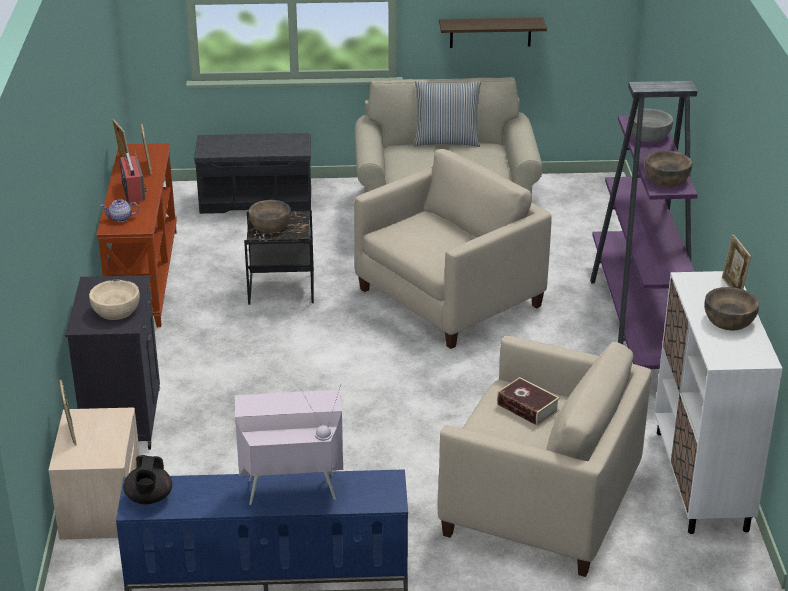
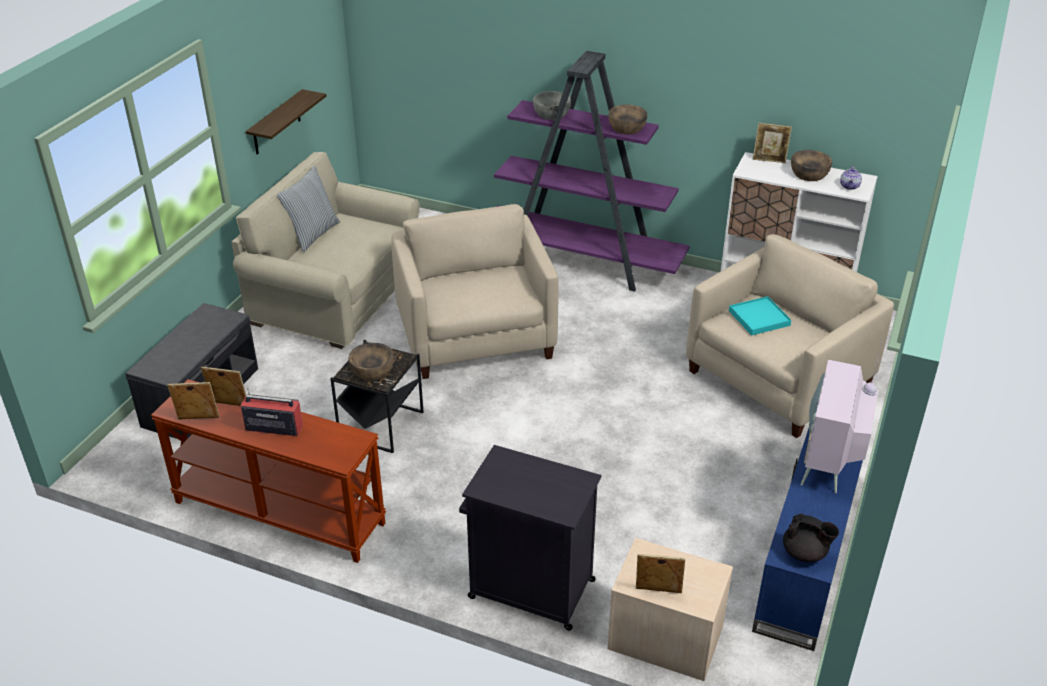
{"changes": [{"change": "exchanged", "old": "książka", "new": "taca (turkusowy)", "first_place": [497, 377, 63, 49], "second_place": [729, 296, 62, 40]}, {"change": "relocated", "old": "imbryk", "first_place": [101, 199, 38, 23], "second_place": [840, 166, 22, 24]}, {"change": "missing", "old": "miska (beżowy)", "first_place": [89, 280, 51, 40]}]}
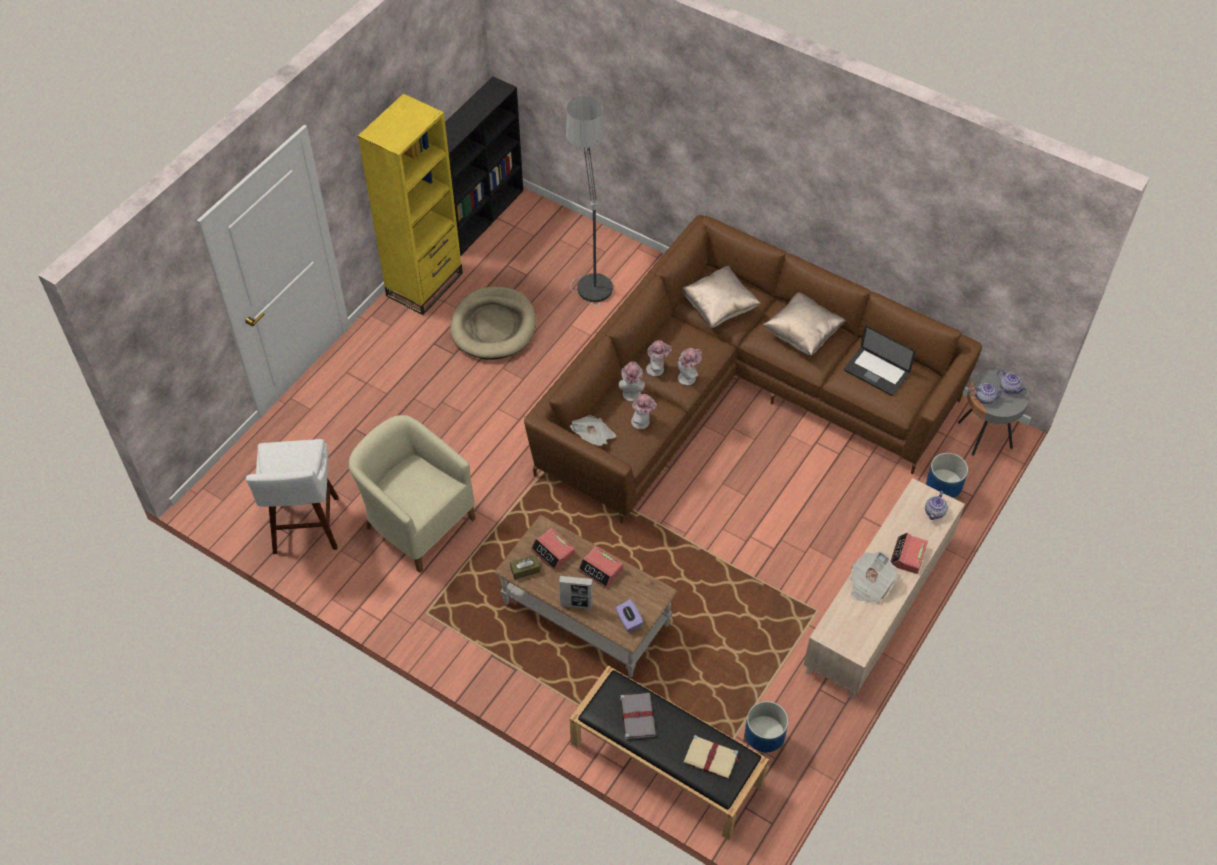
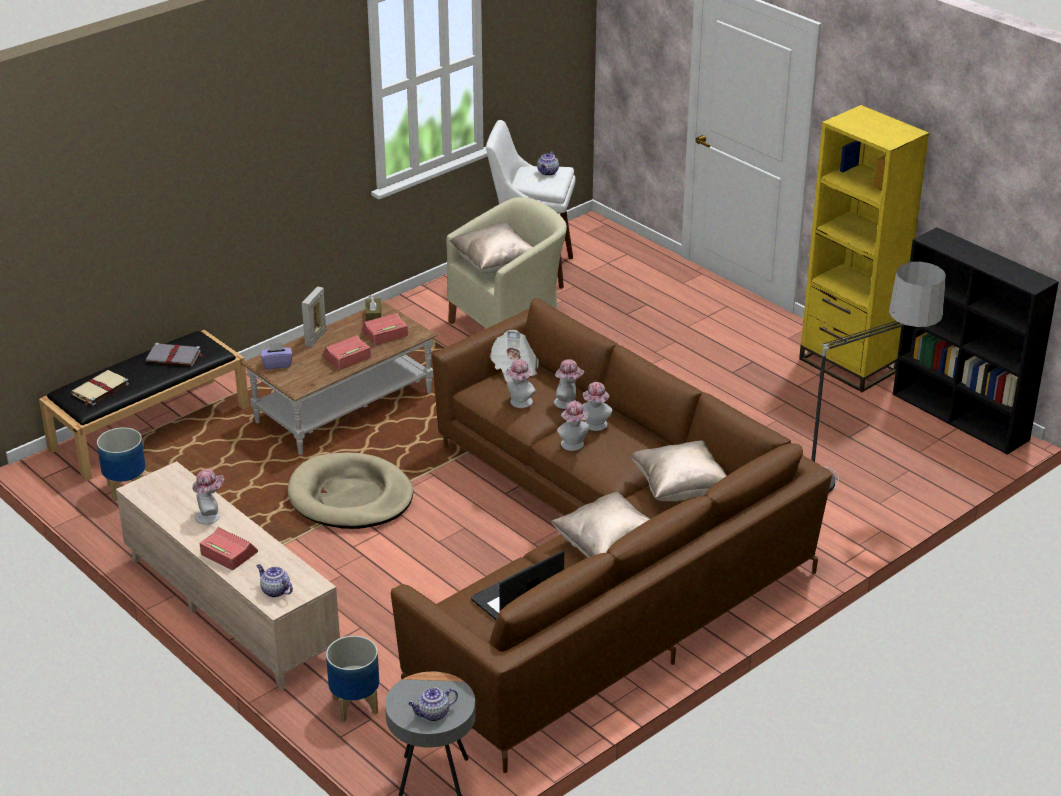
{"changes": [{"change": "exchanged", "old": "gazeta", "new": "kapelusz", "first_place": [850, 552, 48, 51], "second_place": [192, 469, 32, 55]}, {"change": "relocated", "old": "legowisko (beżowy)", "first_place": [450, 286, 86, 73], "second_place": [288, 452, 125, 77]}, {"change": "appeared", "new": "poduszka (beżowy)", "second_place": [450, 223, 83, 50]}, {"change": "relocated", "old": "imbryk", "first_place": [969, 383, 37, 21], "second_place": [537, 151, 22, 25]}]}
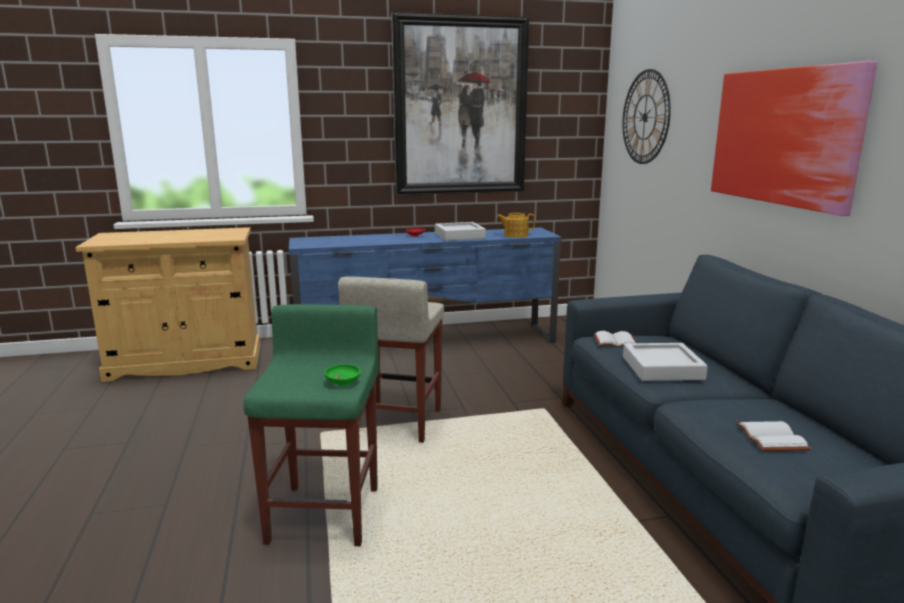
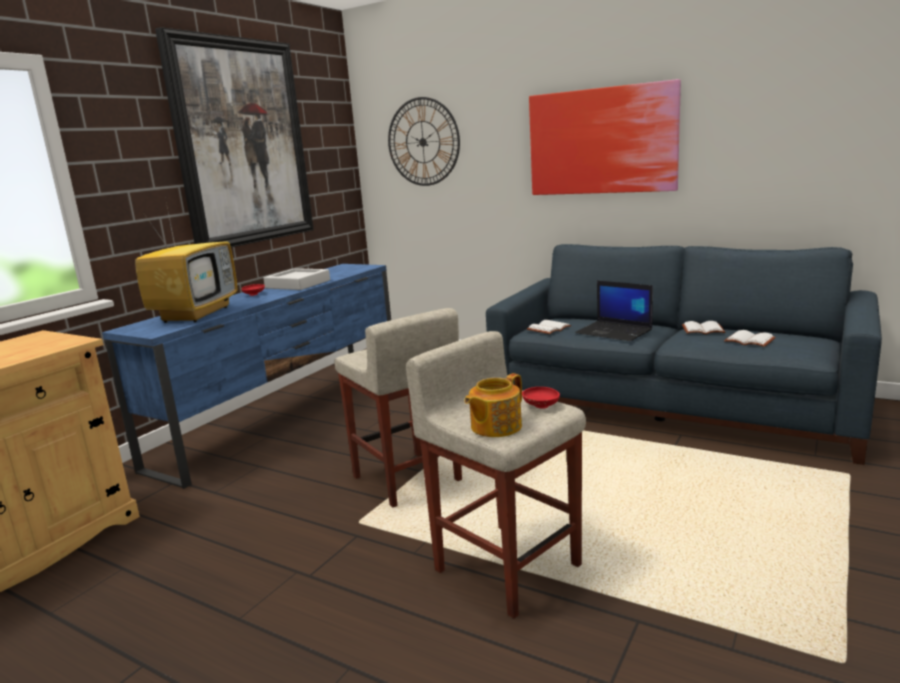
{"changes": [{"change": "appeared", "new": "telewizor", "second_place": [135, 203, 102, 120]}, {"change": "colour", "old": "stołek (zielony)", "new": "stołek (beżowy)", "first_place": [243, 304, 136, 242], "second_place": [406, 331, 180, 287]}, {"change": "relocated", "old": "imbryk", "first_place": [497, 213, 38, 25], "second_place": [464, 373, 58, 64]}, {"change": "colour", "old": "miska (zielony)", "new": "miska (czerwony)", "first_place": [325, 364, 36, 22], "second_place": [522, 387, 38, 22]}, {"change": "exchanged", "old": "taca (szary)", "new": "laptop", "first_place": [623, 343, 85, 38], "second_place": [575, 281, 78, 60]}, {"change": "appeared", "new": "książka (biały)", "second_place": [682, 321, 43, 13]}]}
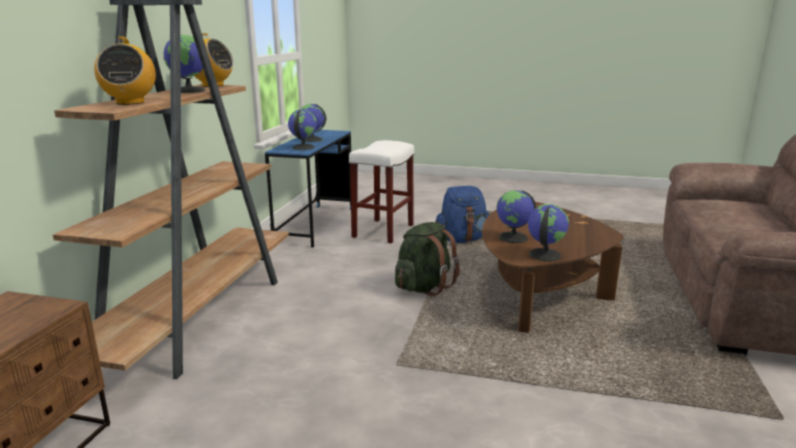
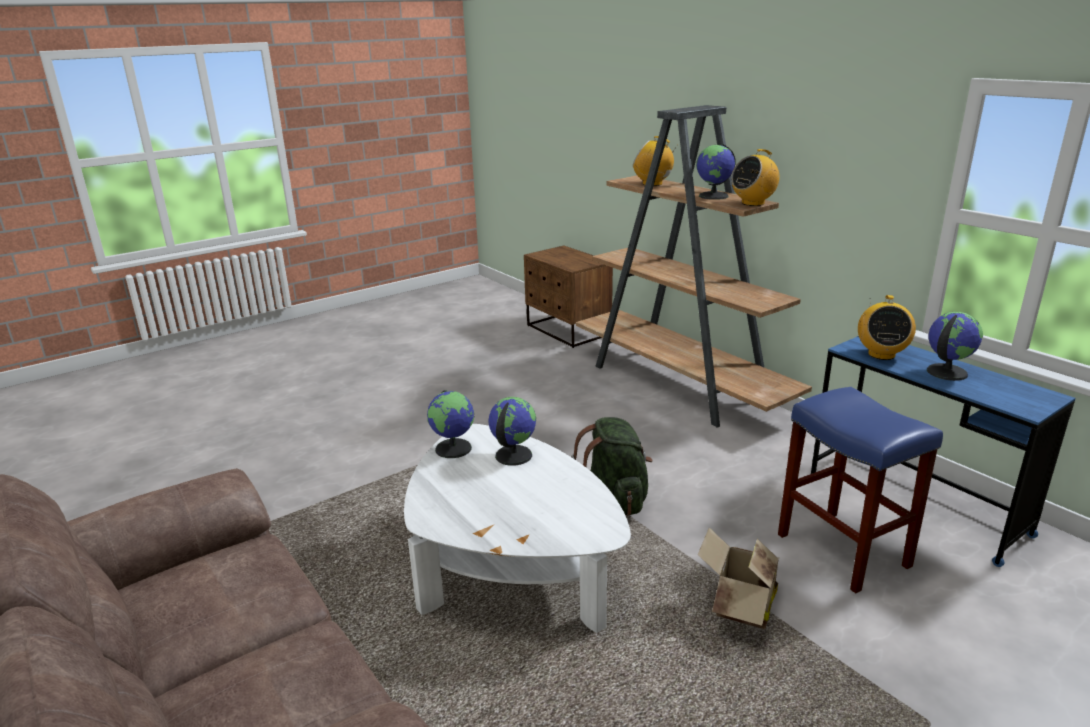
{"changes": [{"change": "colour", "old": "ława (brązowy)", "new": "ława (biały)", "first_place": [482, 202, 141, 131], "second_place": [404, 424, 227, 209]}, {"change": "exchanged", "old": "plecak (niebieski)", "new": "karton", "first_place": [435, 186, 55, 57], "second_place": [698, 528, 80, 101]}, {"change": "colour", "old": "stołek (biały)", "new": "stołek (niebieski)", "first_place": [349, 140, 66, 104], "second_place": [778, 387, 165, 206]}, {"change": "exchanged", "old": "globus", "new": "radio", "first_place": [288, 109, 29, 41], "second_place": [858, 295, 58, 65]}]}
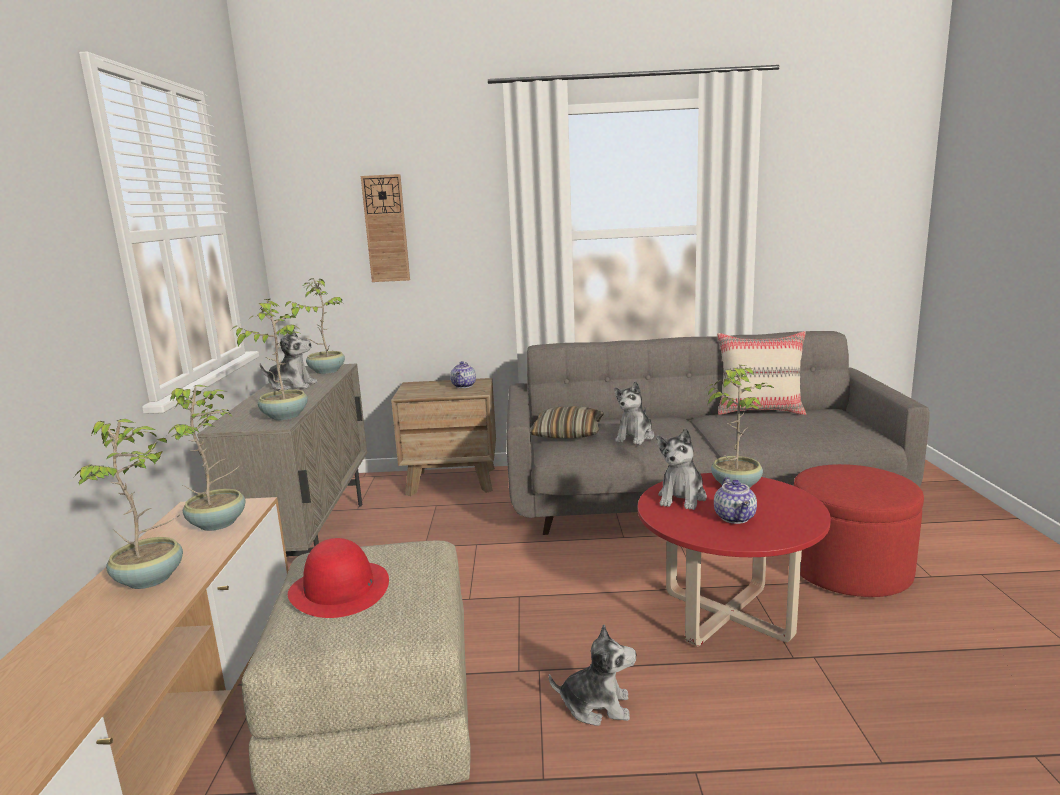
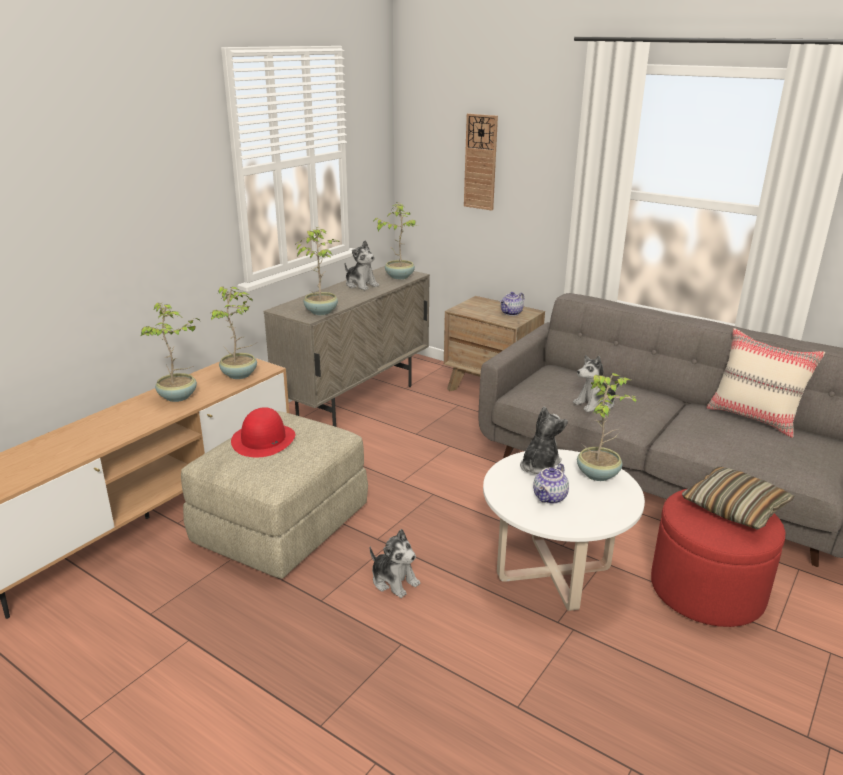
{"changes": [{"change": "colour", "old": "ława (czerwony)", "new": "ława (biały)", "first_place": [638, 473, 193, 173], "second_place": [483, 449, 162, 162]}, {"change": "spun", "old": "pluszak", "first_place": [656, 428, 51, 82], "second_place": [520, 406, 48, 68], "degrees": 150}, {"change": "relocated", "old": "poduszka", "first_place": [530, 406, 74, 32], "second_place": [682, 467, 113, 63]}]}
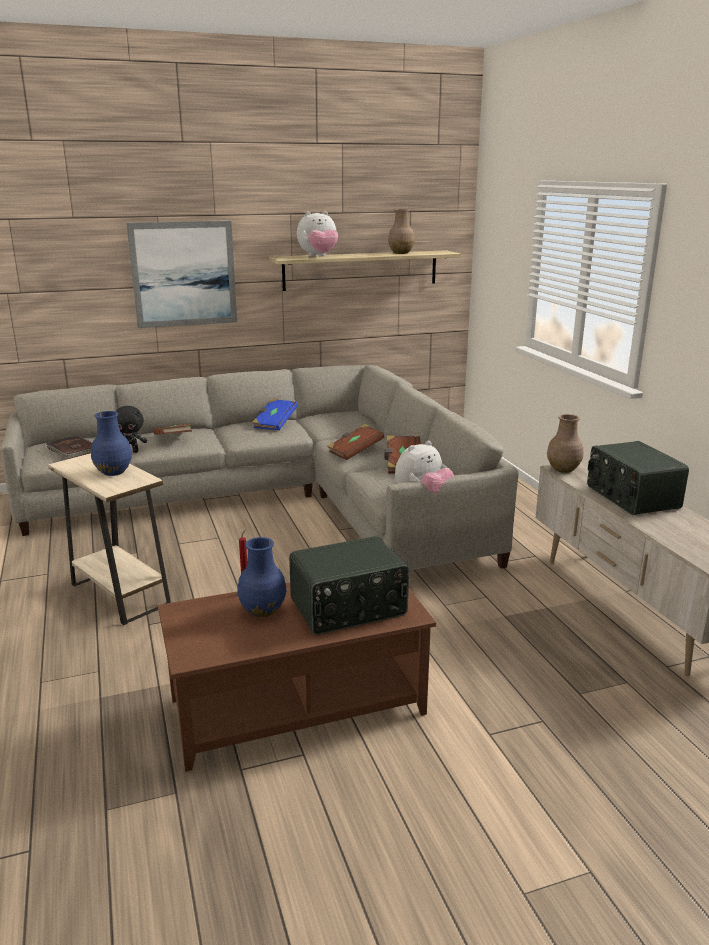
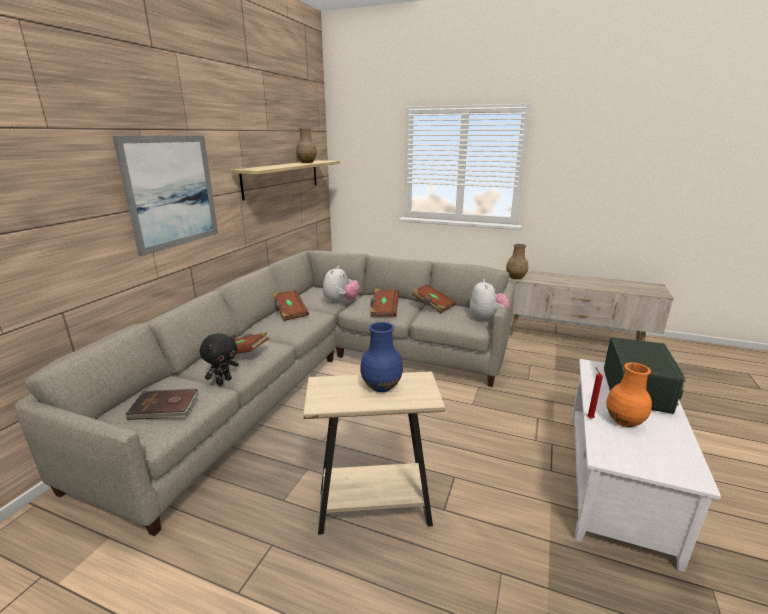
{"changes": [{"change": "colour", "old": "książka (niebieski)", "new": "książka (brązowy)", "first_place": [252, 399, 46, 32], "second_place": [273, 290, 36, 31]}, {"change": "relocated", "old": "pluszak", "first_place": [297, 211, 41, 46], "second_place": [323, 266, 37, 38]}, {"change": "colour", "old": "ława (brązowy)", "new": "ława (biały)", "first_place": [158, 583, 278, 189], "second_place": [571, 359, 150, 213]}, {"change": "colour", "old": "wazon (niebieski)", "new": "wazon (pomarańczowy)", "first_place": [238, 537, 48, 80], "second_place": [606, 362, 46, 65]}, {"change": "missing", "old": "radio", "first_place": [587, 441, 102, 74]}]}
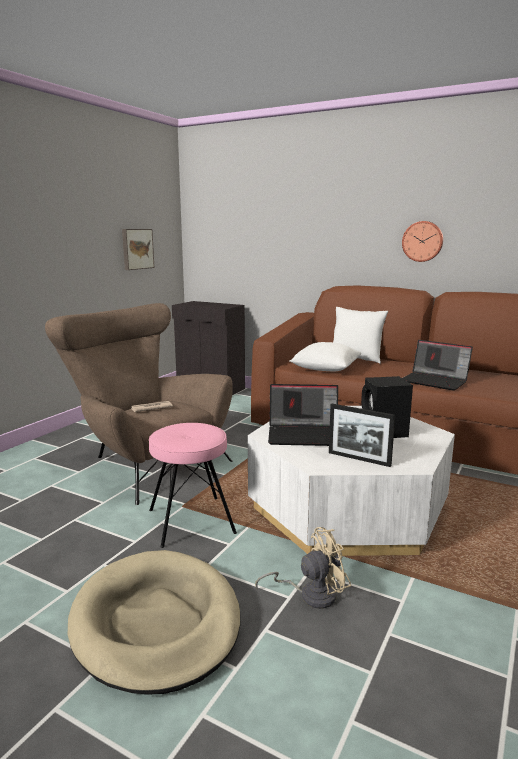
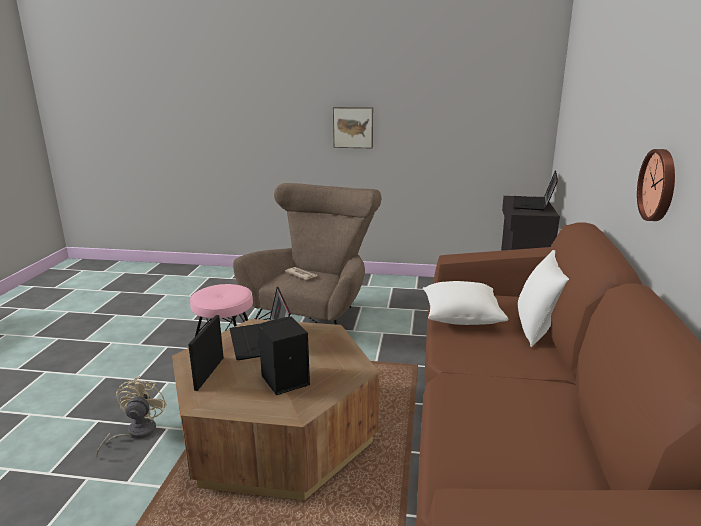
{"changes": [{"change": "spun", "old": "wentylator (beżowy)", "first_place": [255, 527, 96, 82], "second_place": [96, 376, 71, 82], "degrees": -135}, {"change": "colour", "old": "ława (biały)", "new": "ława (brązowy)", "first_place": [248, 406, 207, 150], "second_place": [172, 319, 207, 181]}, {"change": "relocated", "old": "obraz", "first_place": [122, 229, 32, 41], "second_place": [333, 107, 40, 41]}, {"change": "relocated", "old": "laptop", "first_place": [402, 340, 71, 51], "second_place": [513, 171, 45, 39]}, {"change": "missing", "old": "legowisko (beżowy)", "first_place": [68, 550, 172, 145]}]}
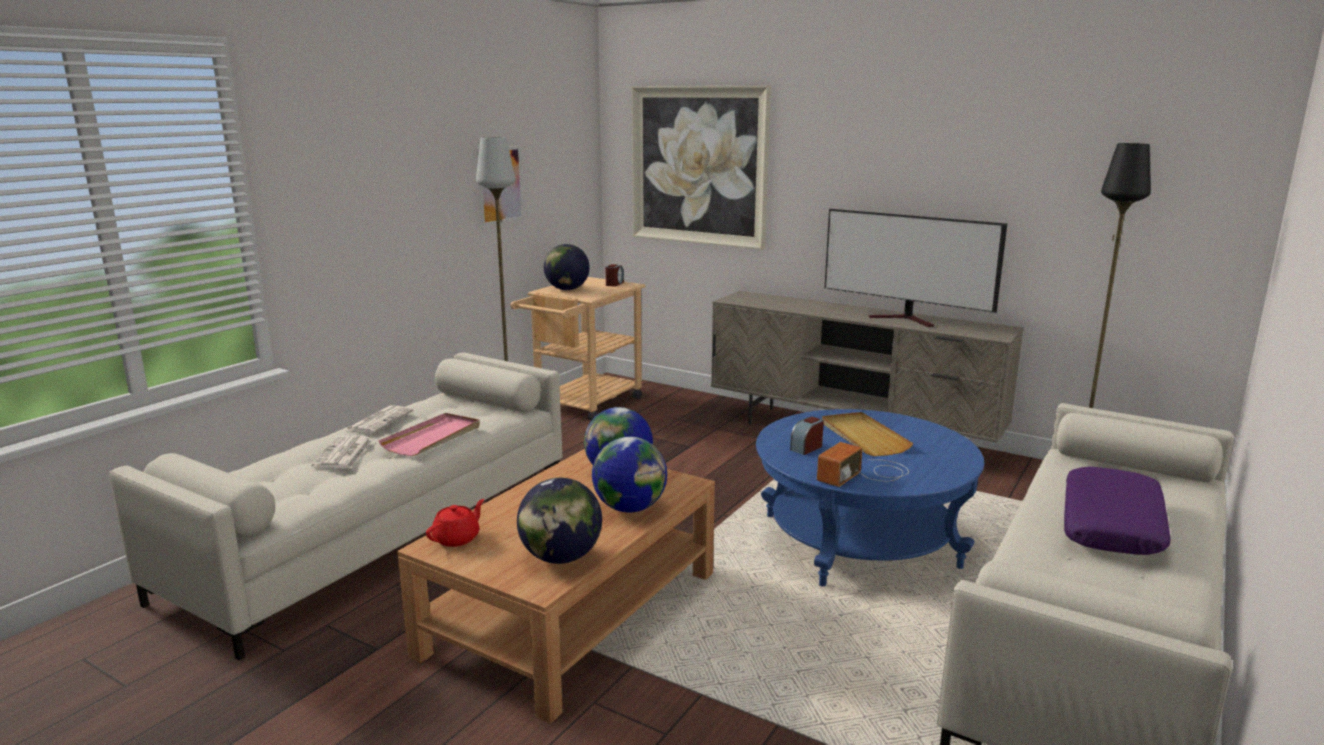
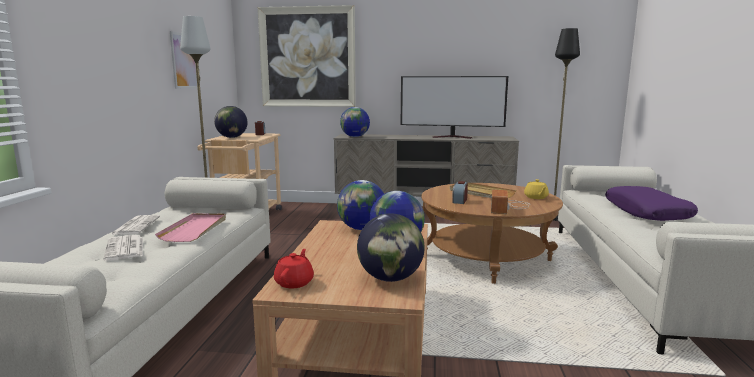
{"changes": [{"change": "appeared", "new": "globus", "second_place": [340, 107, 30, 30]}, {"change": "colour", "old": "ława (niebieski)", "new": "ława (brązowy)", "first_place": [756, 409, 228, 177], "second_place": [421, 183, 142, 101]}, {"change": "appeared", "new": "imbryk (żółty)", "second_place": [524, 179, 25, 20]}]}
